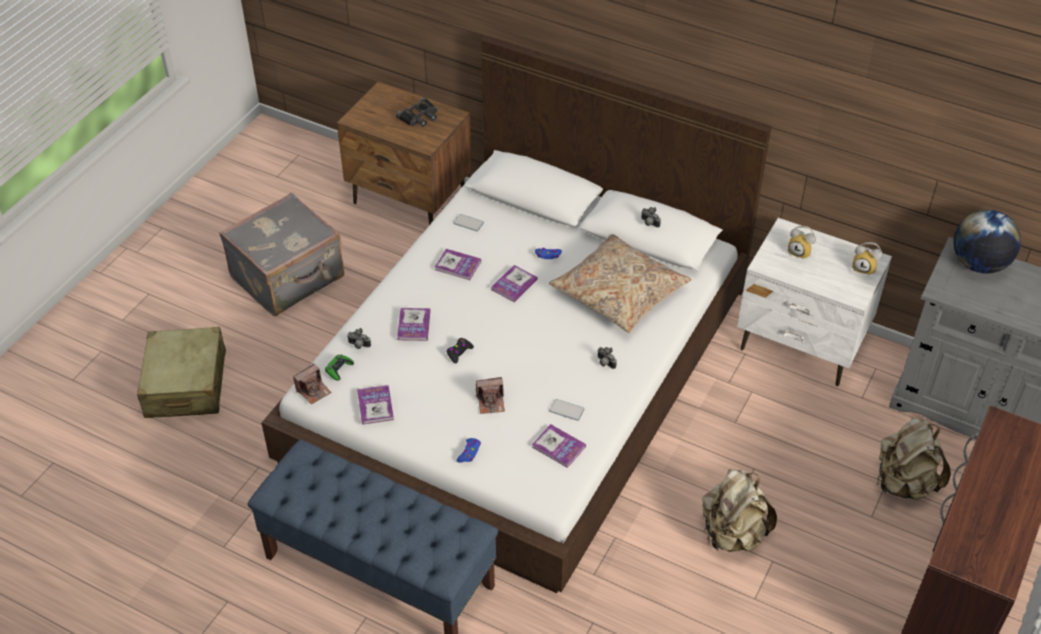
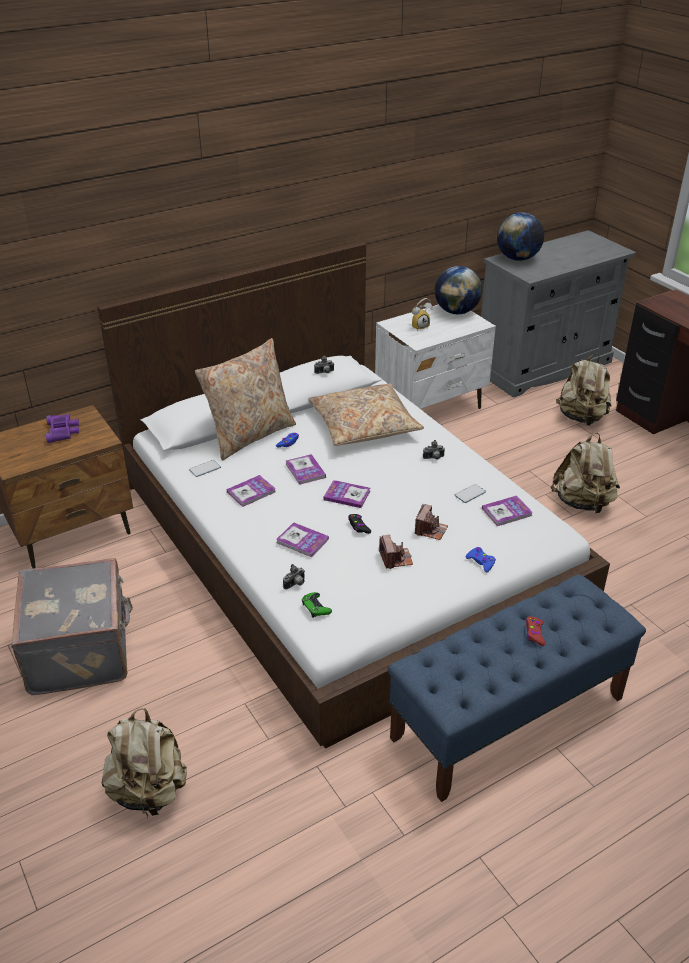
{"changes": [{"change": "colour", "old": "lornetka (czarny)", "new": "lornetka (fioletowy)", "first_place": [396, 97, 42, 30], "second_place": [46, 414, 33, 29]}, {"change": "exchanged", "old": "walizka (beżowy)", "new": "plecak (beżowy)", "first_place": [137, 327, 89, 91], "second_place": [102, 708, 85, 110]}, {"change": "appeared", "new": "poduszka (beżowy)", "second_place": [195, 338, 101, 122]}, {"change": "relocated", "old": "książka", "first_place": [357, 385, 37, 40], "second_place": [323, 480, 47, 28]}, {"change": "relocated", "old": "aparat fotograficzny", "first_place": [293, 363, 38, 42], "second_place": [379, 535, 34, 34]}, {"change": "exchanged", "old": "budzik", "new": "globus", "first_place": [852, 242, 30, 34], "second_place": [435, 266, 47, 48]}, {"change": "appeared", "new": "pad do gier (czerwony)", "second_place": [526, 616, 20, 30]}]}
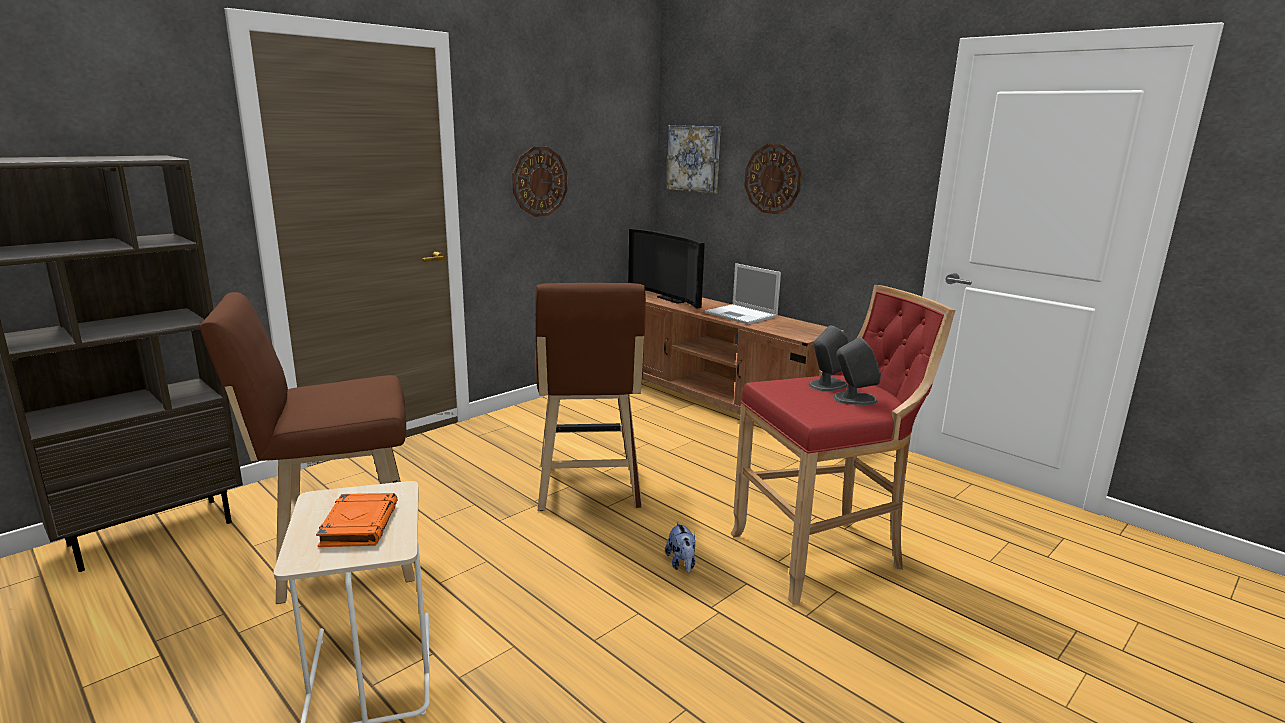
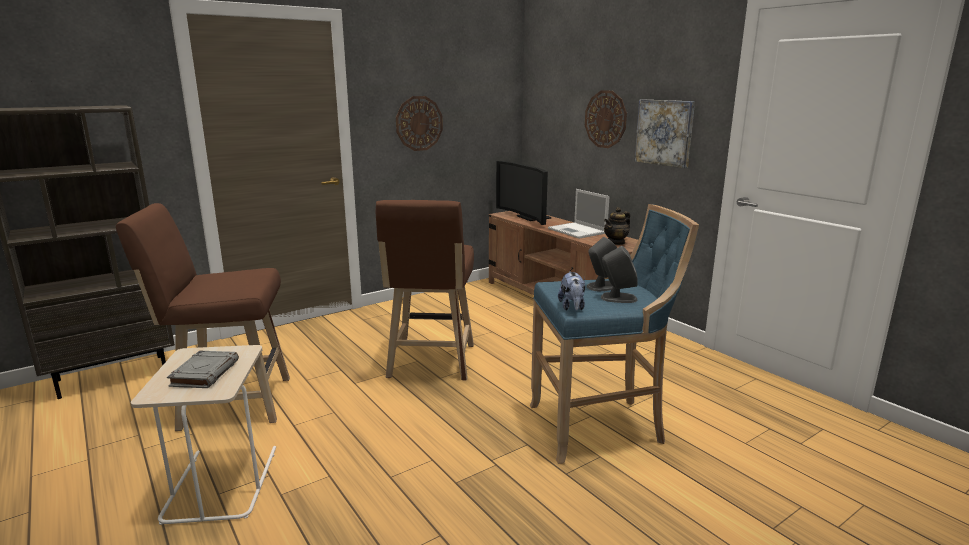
{"changes": [{"change": "colour", "old": "książka (pomarańczowy)", "new": "książka (szary)", "first_place": [316, 493, 81, 54], "second_place": [167, 351, 72, 37]}, {"change": "colour", "old": "stołek (czerwony)", "new": "stołek (niebieski)", "first_place": [730, 285, 226, 320], "second_place": [530, 204, 169, 260]}, {"change": "relocated", "old": "pluszak", "first_place": [665, 522, 31, 51], "second_place": [558, 271, 27, 40]}, {"change": "appeared", "new": "imbryk", "second_place": [604, 207, 26, 38]}, {"change": "relocated", "old": "obraz", "first_place": [667, 125, 54, 69], "second_place": [634, 99, 61, 69]}]}
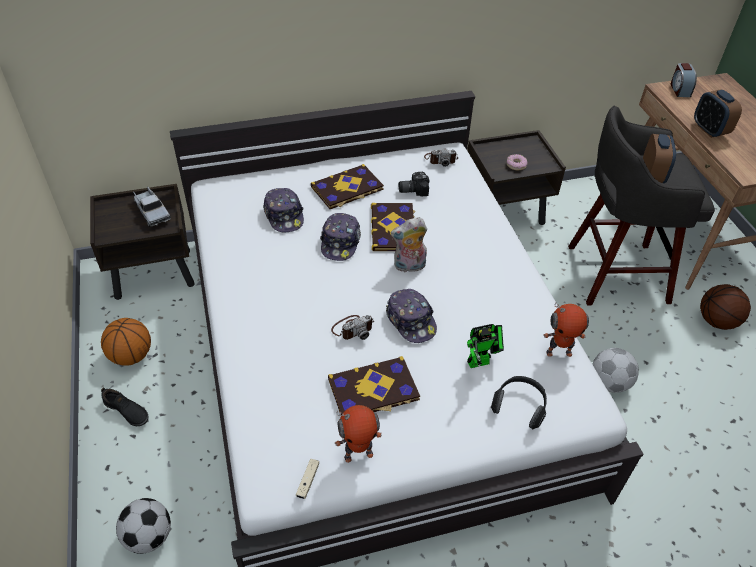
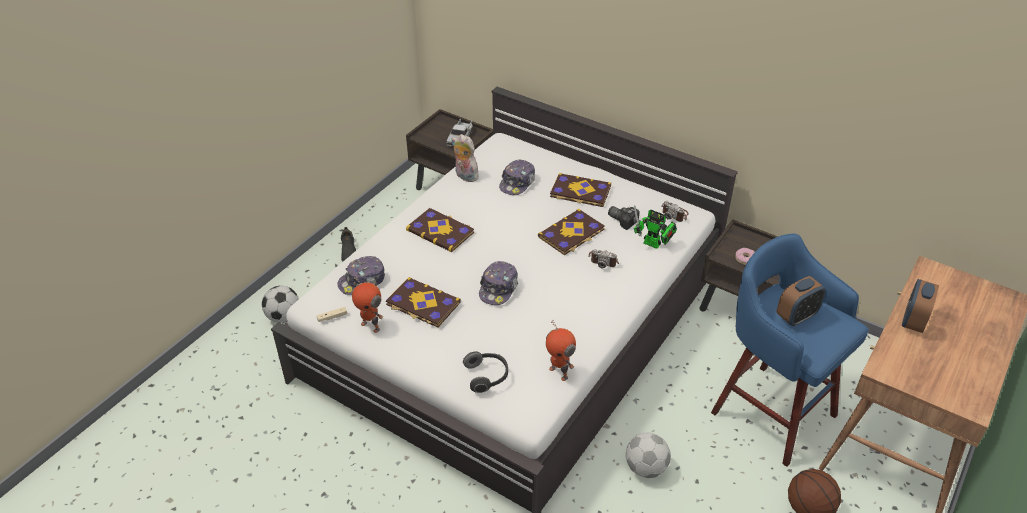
{"changes": [{"change": "relocated", "old": "czapka z daszkiem", "first_place": [320, 213, 41, 48], "second_place": [338, 256, 47, 39]}, {"change": "appeared", "new": "książka", "second_place": [406, 208, 68, 44]}, {"change": "relocated", "old": "pluszak", "first_place": [391, 217, 36, 56], "second_place": [452, 134, 27, 48]}, {"change": "relocated", "old": "aparat fotograficzny", "first_place": [331, 315, 43, 25], "second_place": [588, 249, 31, 20]}, {"change": "relocated", "old": "robot zabawkowy", "first_place": [467, 324, 37, 44], "second_place": [634, 206, 43, 43]}, {"change": "colour", "old": "stołek (szary)", "new": "stołek (niebieski)", "first_place": [568, 106, 147, 199], "second_place": [711, 234, 158, 233]}, {"change": "missing", "old": "piłka do koszykówki", "first_place": [101, 318, 50, 48]}, {"change": "missing", "old": "budzik", "first_place": [670, 63, 27, 34]}]}
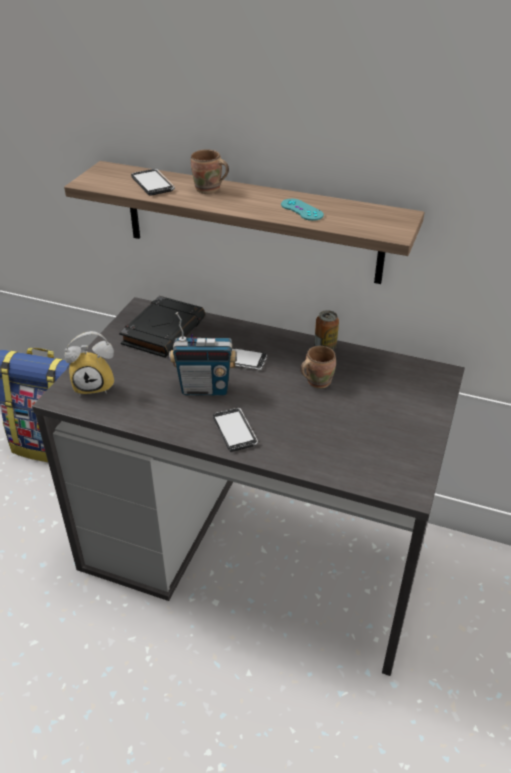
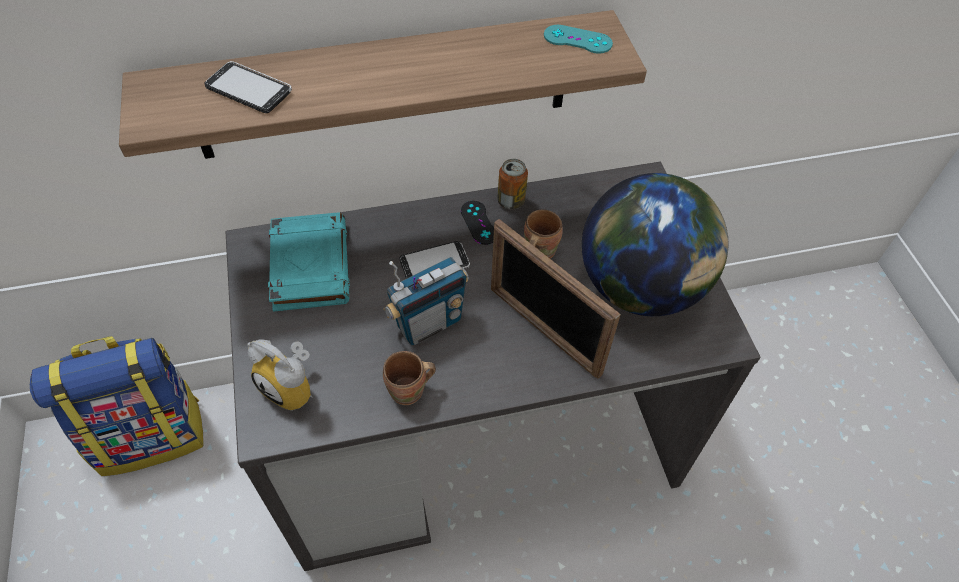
{"changes": [{"change": "spun", "old": "budzik", "first_place": [64, 331, 50, 65], "second_place": [247, 339, 65, 72], "degrees": 75}, {"change": "colour", "old": "książka (czarny)", "new": "książka (turkusowy)", "first_place": [119, 296, 86, 62], "second_place": [268, 212, 82, 100]}, {"change": "relocated", "old": "kubek (brązowy)", "first_place": [191, 149, 38, 45], "second_place": [383, 351, 53, 54]}, {"change": "appeared", "new": "pad do gier (czarny)", "second_place": [461, 201, 33, 44]}, {"change": "appeared", "new": "ramka na zdjęcie", "second_place": [491, 219, 130, 160]}, {"change": "relocated", "old": "pad do gier (turkusowy)", "first_place": [281, 199, 43, 22], "second_place": [544, 25, 69, 29]}, {"change": "appeared", "new": "globus", "second_place": [582, 173, 147, 143]}, {"change": "missing", "old": "telefon", "first_place": [213, 408, 45, 44]}]}
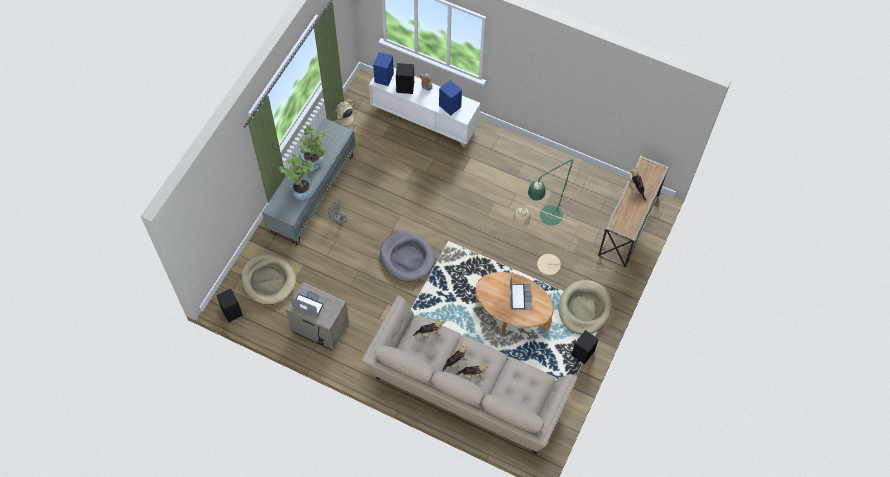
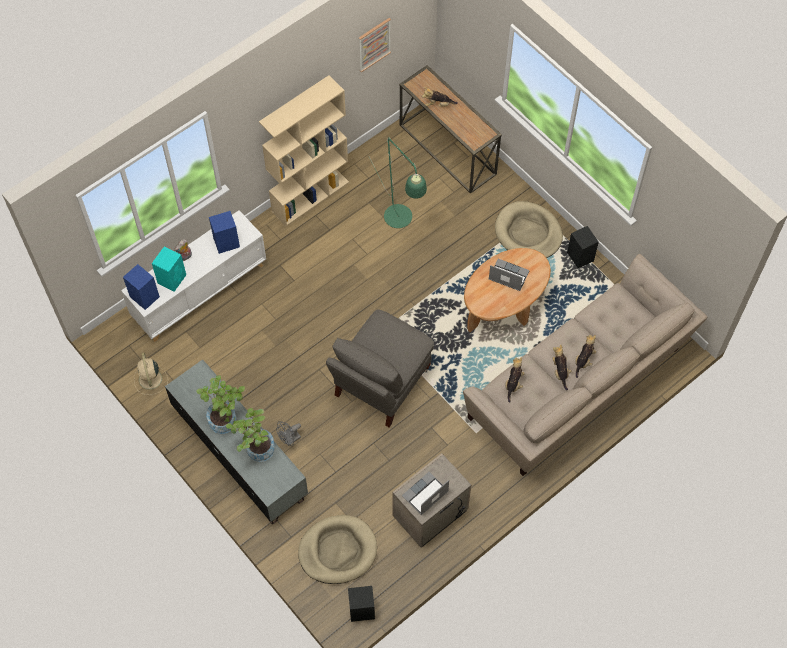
{"changes": [{"change": "colour", "old": "głośnik (czarny)", "new": "głośnik (turkusowy)", "first_place": [396, 63, 18, 31], "second_place": [152, 246, 34, 46]}, {"change": "appeared", "new": "regał (beżowy)", "second_place": [259, 75, 90, 151]}, {"change": "exchanged", "old": "legowisko (szary)", "new": "fotel (szary)", "first_place": [380, 232, 55, 49], "second_place": [326, 310, 108, 117]}, {"change": "appeared", "new": "obraz", "second_place": [359, 18, 32, 54]}, {"change": "missing", "old": "lampa stojąca (beżowy)", "first_place": [513, 205, 101, 70]}]}
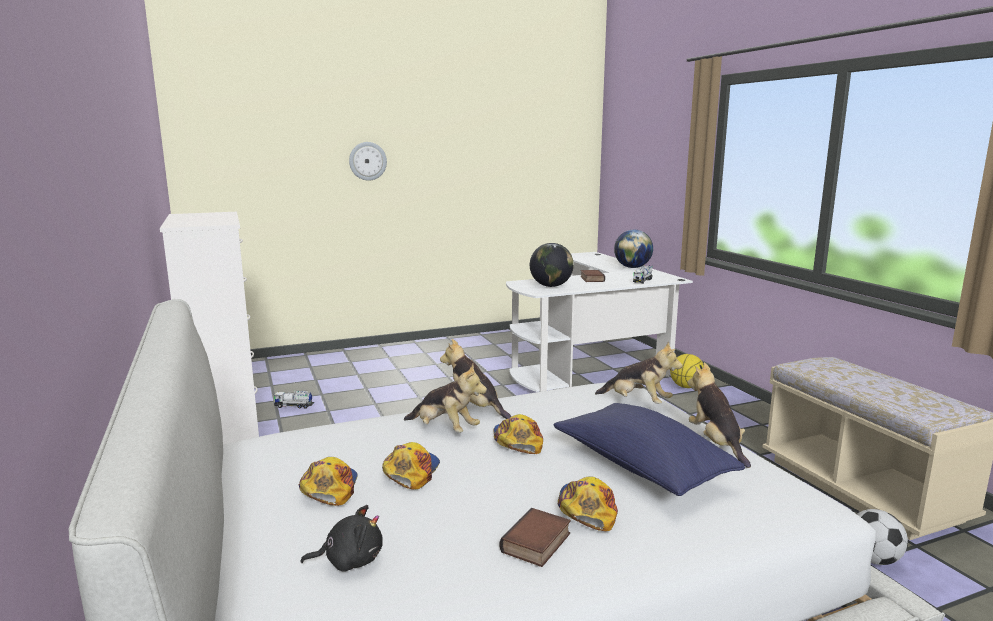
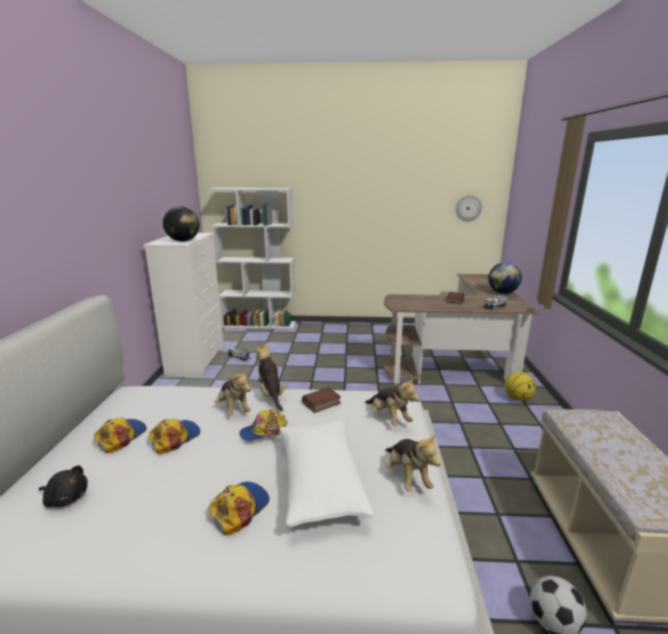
{"changes": [{"change": "relocated", "old": "globus", "first_place": [530, 243, 44, 44], "second_place": [163, 206, 36, 36]}, {"change": "appeared", "new": "regał (biały)", "second_place": [209, 188, 87, 141]}, {"change": "spun", "old": "czapka z daszkiem", "first_place": [494, 414, 49, 40], "second_place": [239, 409, 49, 32], "degrees": -135}, {"change": "colour", "old": "poduszka (niebieski)", "new": "poduszka (biały)", "first_place": [553, 403, 192, 93], "second_place": [279, 421, 95, 106]}, {"change": "relocated", "old": "książka", "first_place": [500, 508, 71, 59], "second_place": [302, 387, 39, 26]}, {"change": "colour", "old": "biurko (biały)", "new": "biurko (brązowy)", "first_place": [506, 252, 187, 140], "second_place": [384, 274, 156, 110]}, {"change": "spun", "old": "pluszak", "first_place": [687, 362, 64, 106], "second_place": [386, 433, 55, 58], "degrees": 150}, {"change": "relocated", "old": "zegar ścienny", "first_place": [349, 142, 38, 39], "second_place": [456, 195, 26, 27]}]}
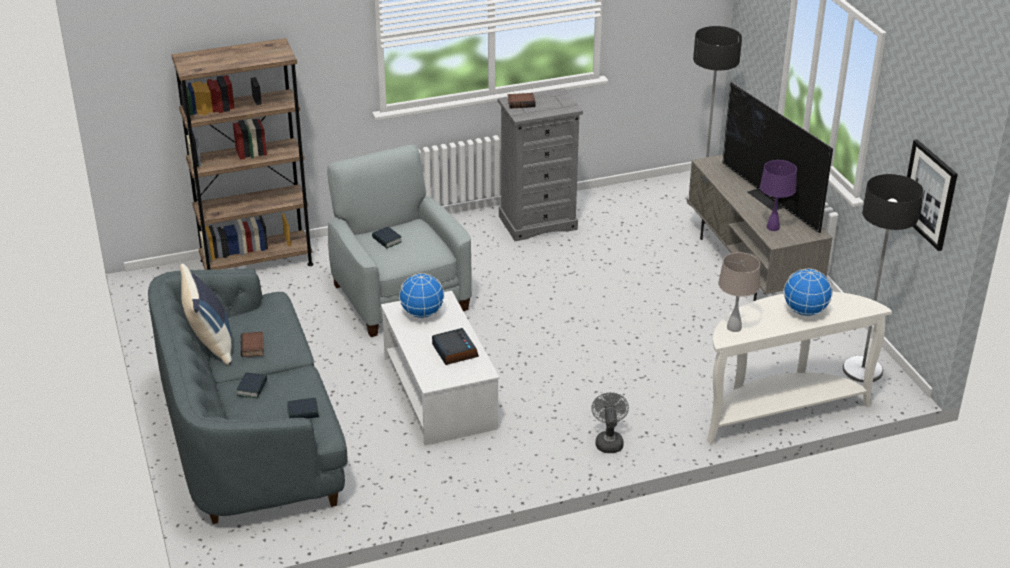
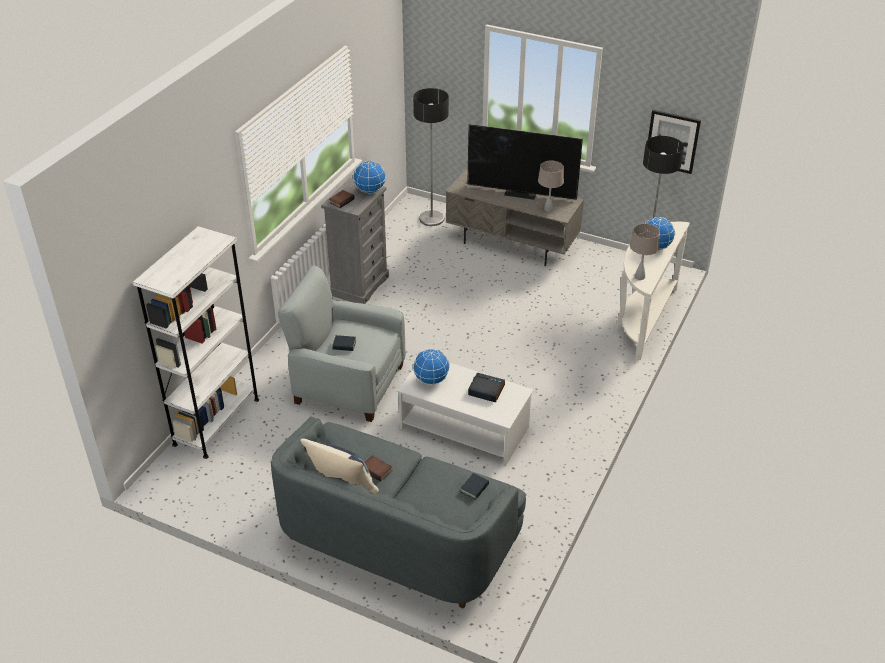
{"changes": [{"change": "colour", "old": "regał (brązowy)", "new": "regał (biały)", "first_place": [171, 38, 142, 232], "second_place": [133, 226, 126, 233]}, {"change": "appeared", "new": "globus", "second_place": [353, 161, 33, 33]}, {"change": "colour", "old": "lampa stołowa (fioletowy)", "new": "lampa stołowa (beżowy)", "first_place": [760, 160, 37, 71], "second_place": [538, 161, 26, 51]}, {"change": "missing", "old": "książka", "first_place": [237, 372, 30, 27]}, {"change": "missing", "old": "wentylator (szary)", "first_place": [591, 392, 38, 61]}]}
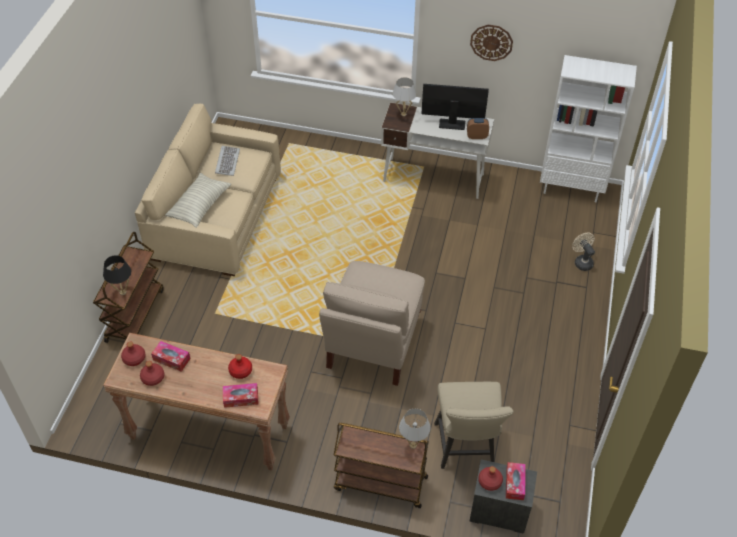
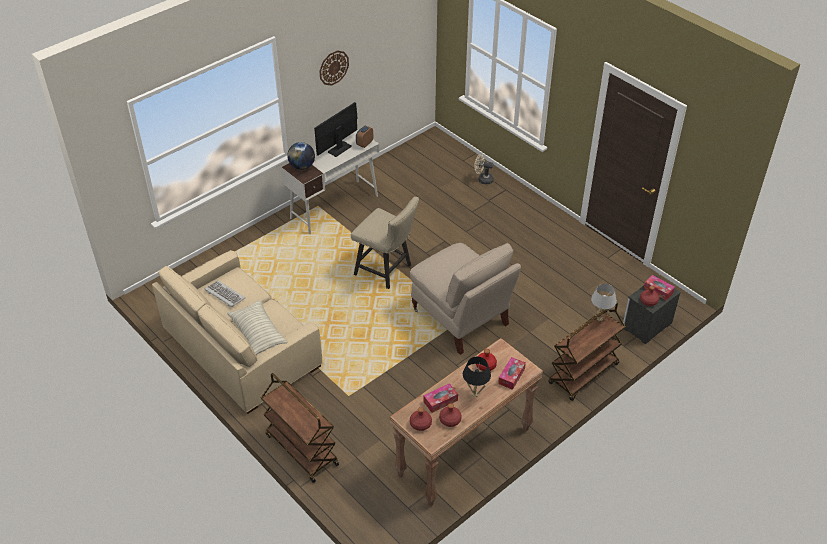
{"changes": [{"change": "exchanged", "old": "lampa stołowa (biały)", "new": "globus", "first_place": [392, 77, 25, 39], "second_place": [287, 142, 28, 28]}, {"change": "relocated", "old": "krzesło (beżowy)", "first_place": [434, 382, 80, 87], "second_place": [351, 197, 68, 92]}, {"change": "relocated", "old": "lampa stołowa (czarny)", "first_place": [103, 255, 28, 40], "second_place": [463, 357, 28, 40]}, {"change": "missing", "old": "regał (biały)", "first_place": [540, 55, 97, 148]}]}
